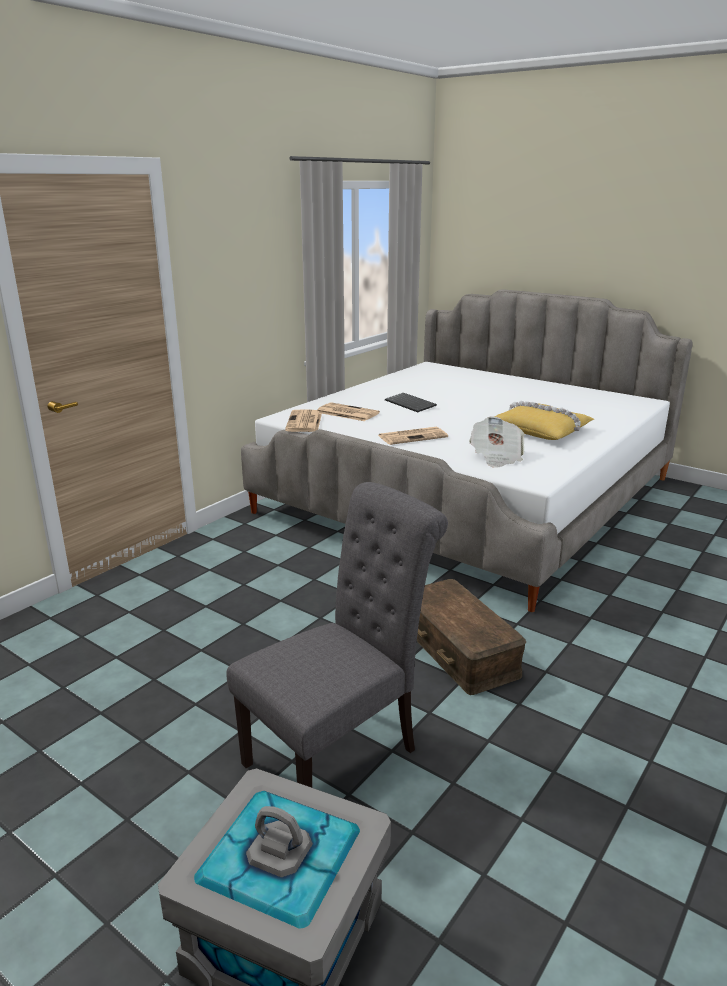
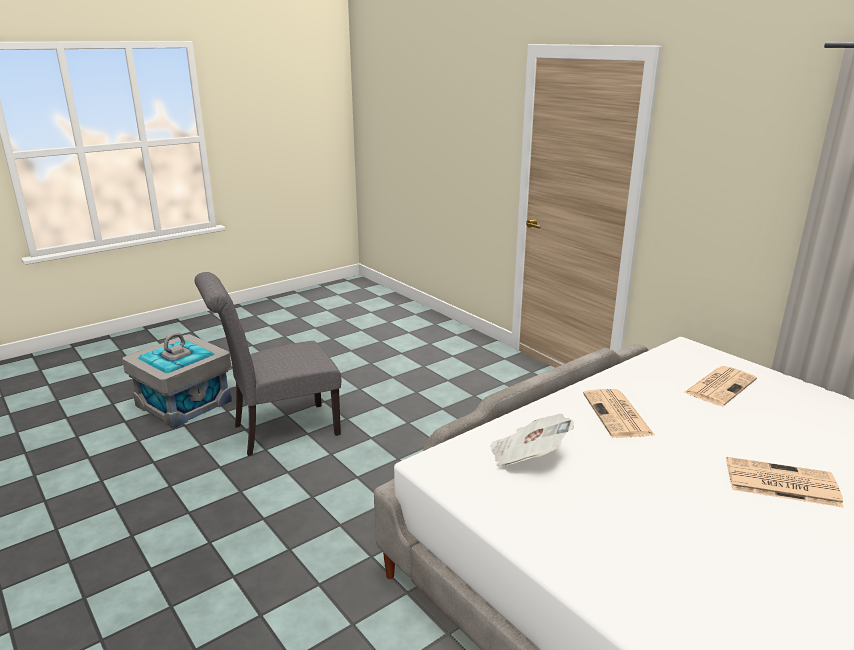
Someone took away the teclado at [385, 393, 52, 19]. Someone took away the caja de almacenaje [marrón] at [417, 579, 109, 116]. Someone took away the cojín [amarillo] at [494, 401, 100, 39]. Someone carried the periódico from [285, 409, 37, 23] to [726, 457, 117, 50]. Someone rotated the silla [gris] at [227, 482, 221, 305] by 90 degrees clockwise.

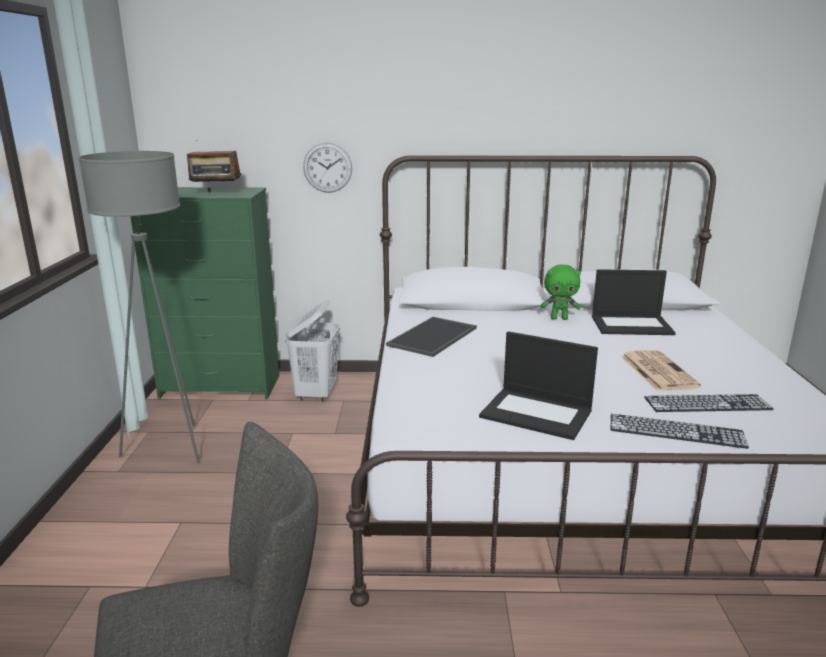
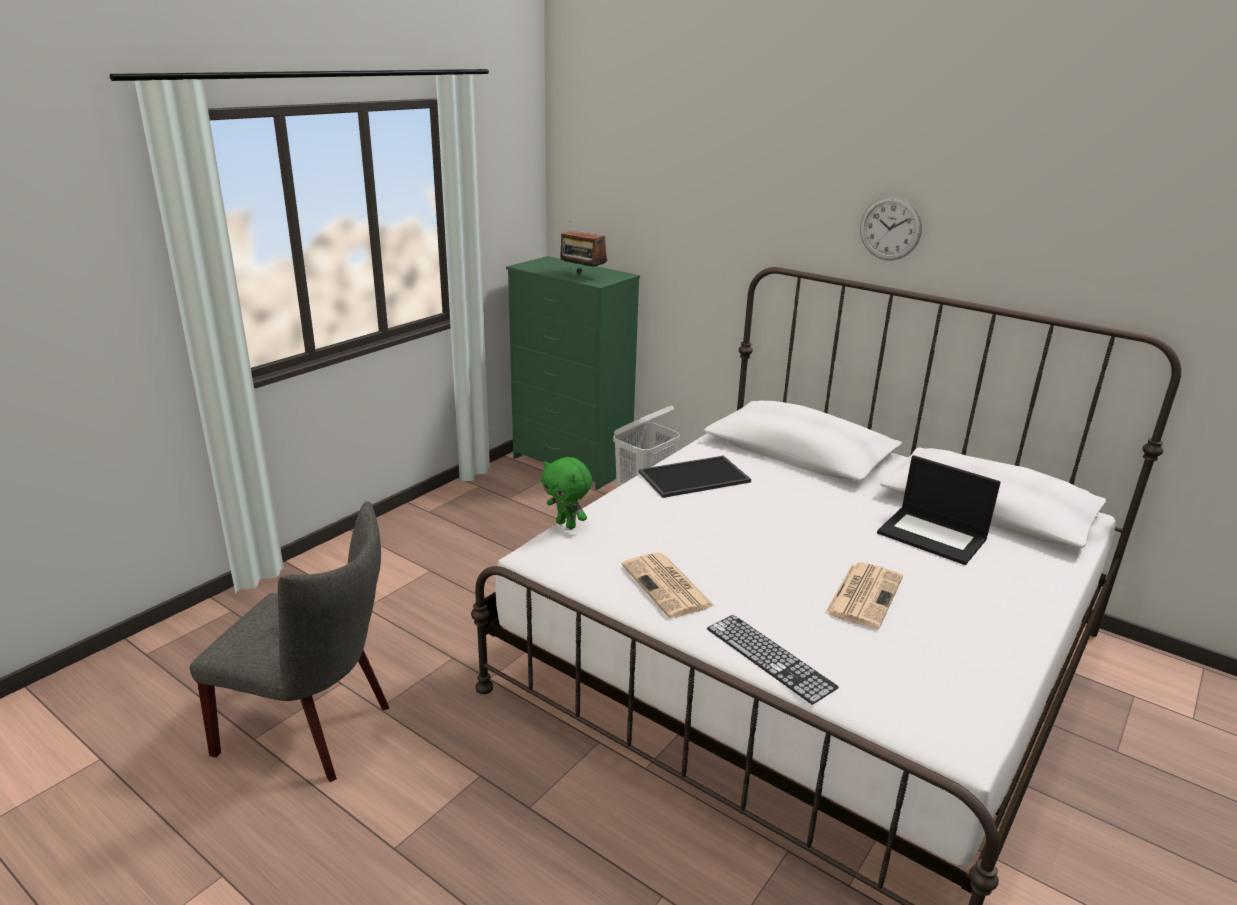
Someone took away the lámpara de pie [gris] at [78, 151, 122, 312]. Someone took away the teclado at [644, 394, 130, 18]. Someone carried the reloj de pared from [303, 143, 49, 50] to [860, 196, 62, 64]. Someone carried the peluche [verde] from [541, 264, 40, 56] to [541, 457, 51, 72]. Someone swapped the portátil at [479, 331, 119, 109] for the periódico at [621, 553, 94, 65].

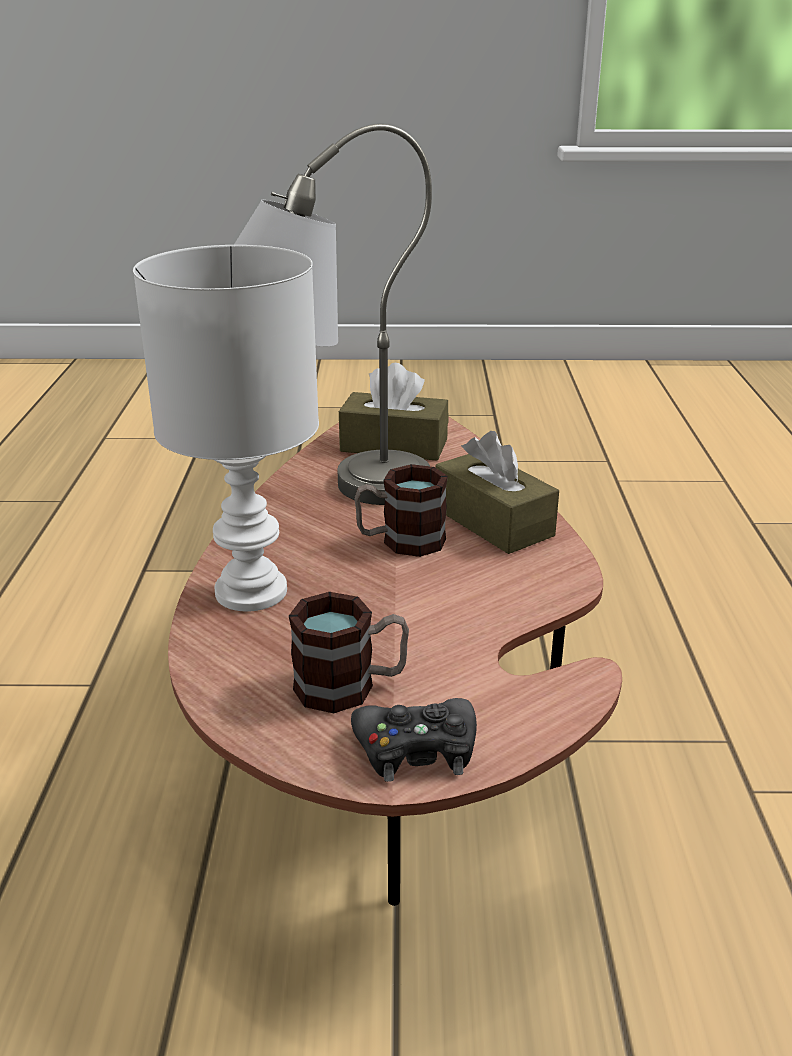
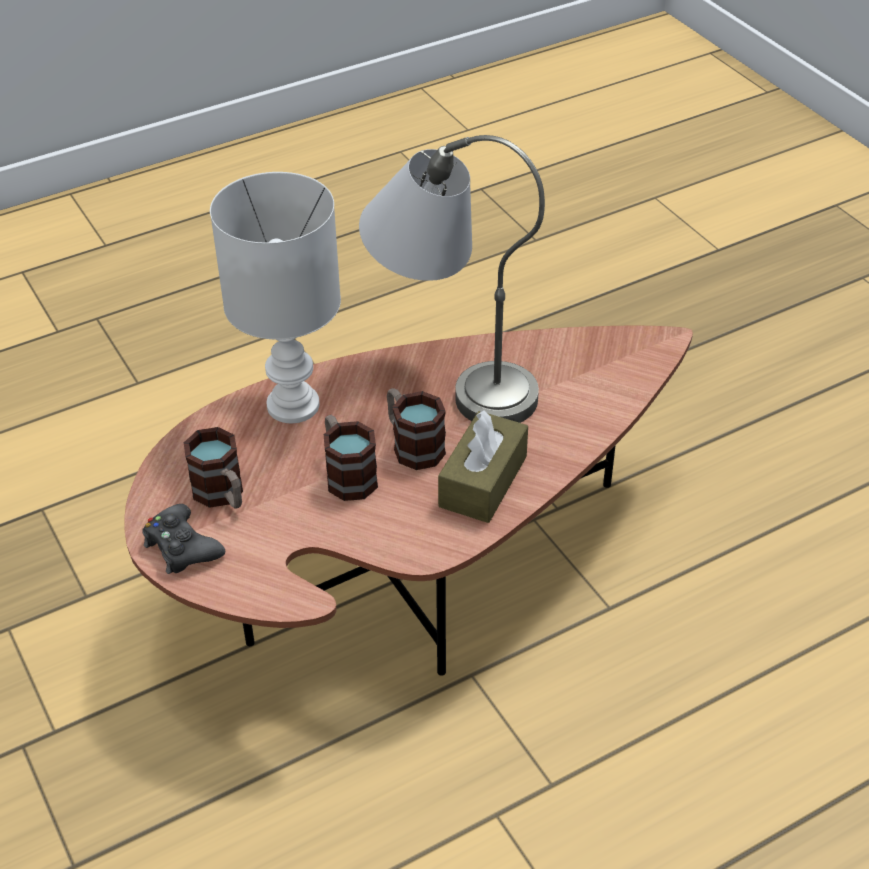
Someone took away the caja de pañuelos [marrón] at [339, 363, 109, 98]. Someone put down the taza grande at [324, 415, 54, 86].

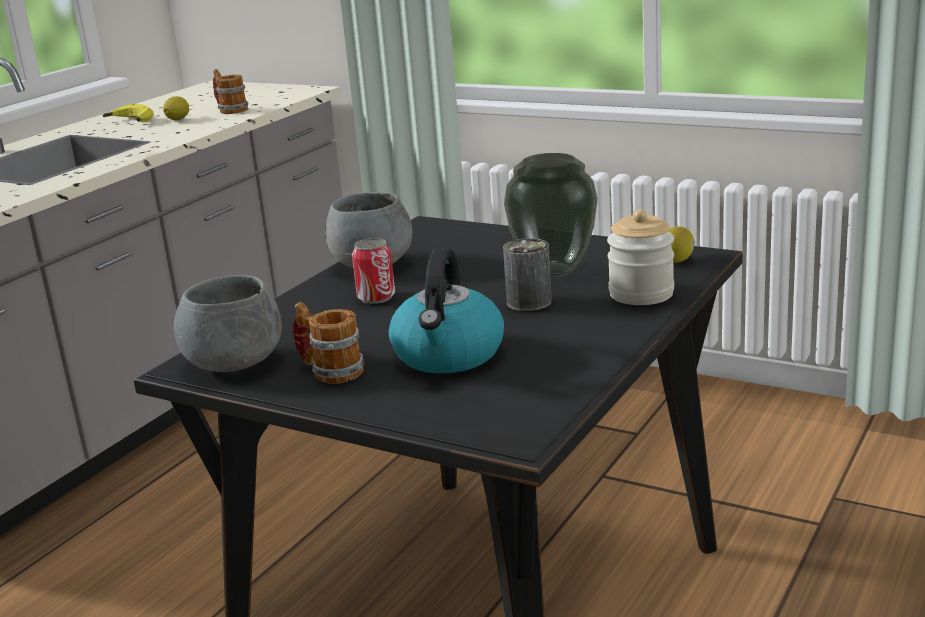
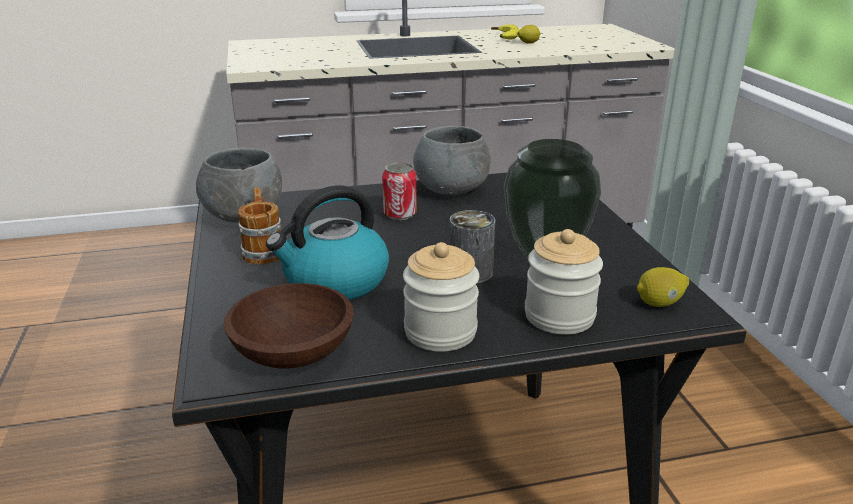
Someone took away the taza grande at [213, 69, 36, 45]. Someone put down the cuenco [marrón] at [224, 283, 130, 86]. Someone put down the tarro at [403, 242, 76, 110].

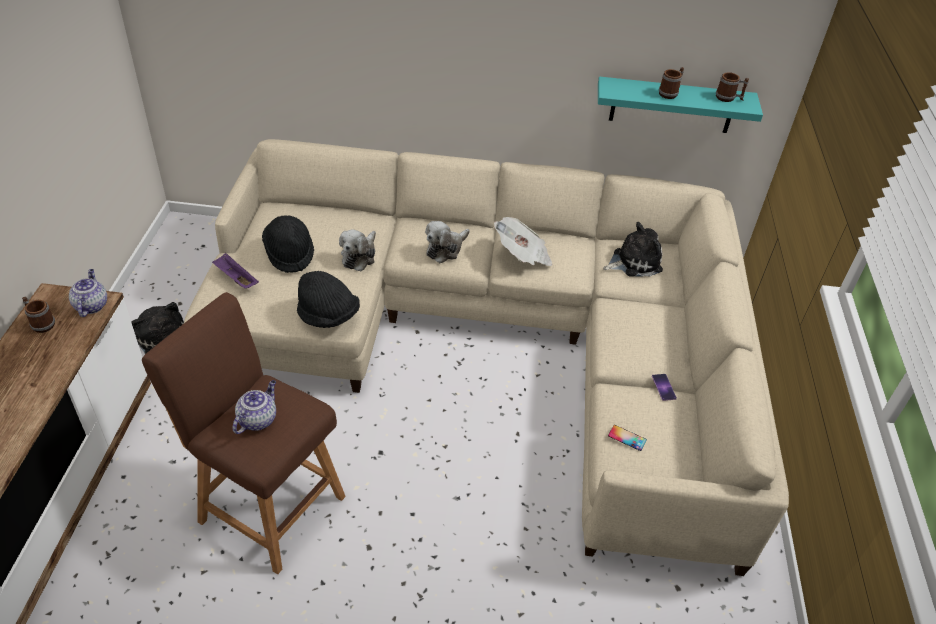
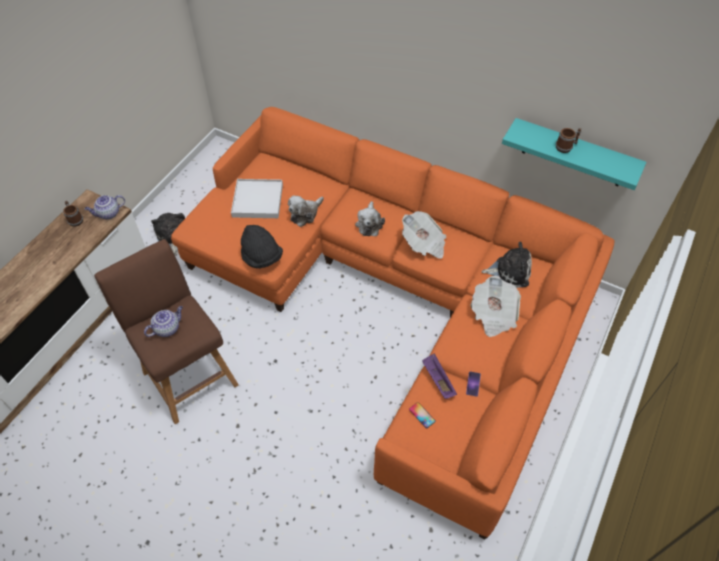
Someone took away the taza grande at [716, 72, 33, 30]. Someone put down the periódico at [471, 276, 50, 61]. Someone carried the bandeja [morado] from [212, 253, 47, 36] to [422, 353, 35, 46]. Someone swapped the sombrero [negro] at [262, 215, 52, 58] for the bandeja [blanco] at [231, 179, 52, 39]. Someone repainted the sofá [beis] at [184, 139, 605, 437], which became the sofá [naranja] at [171, 107, 444, 433]. Someone rotated the tetera at [69, 269, 38, 48] by 135 degrees counterclockwise. Someone rotated the peluche at [425, 221, 45, 42] by 60 degrees counterclockwise.

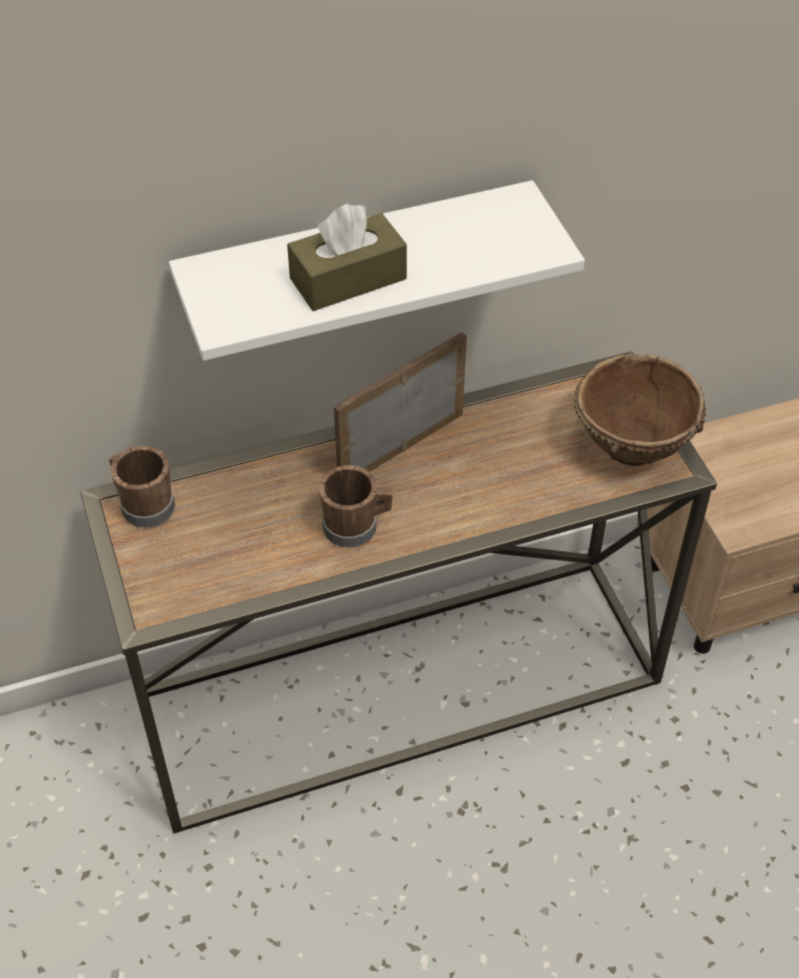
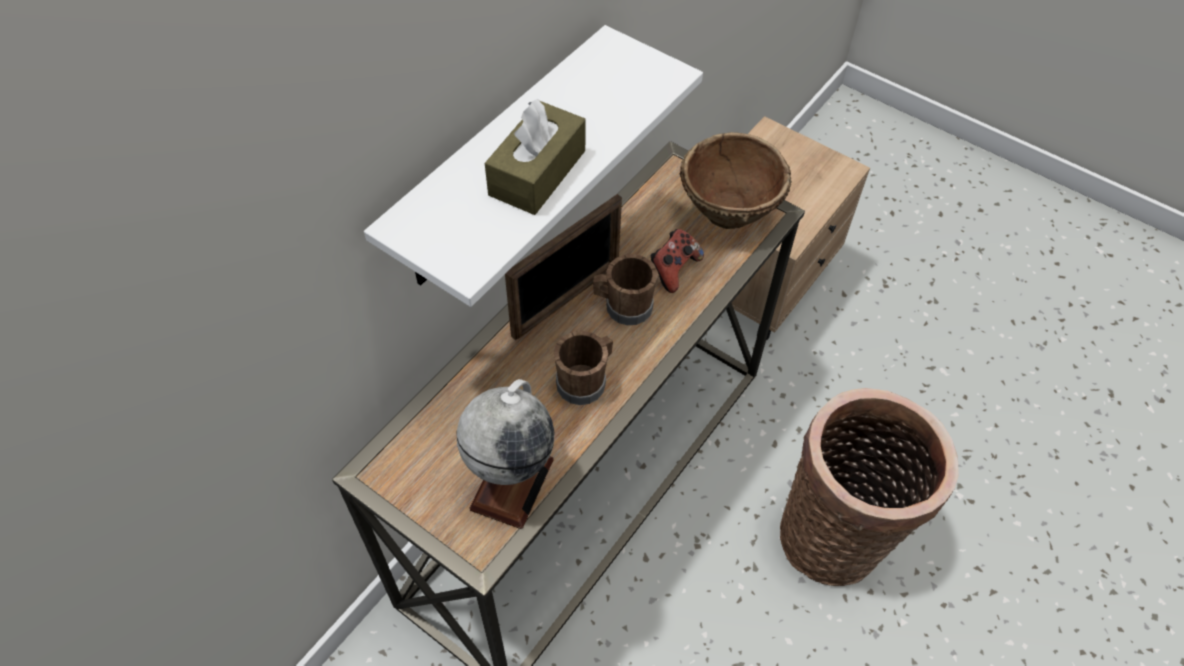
Someone put down the globo terráqueo at [456, 379, 98, 150]. Someone put down the mando de consola at [650, 229, 54, 64]. Someone put down the cesta at [780, 388, 178, 198]. Someone carried the taza grande [marrón] from [109, 445, 66, 83] to [593, 254, 65, 71]. Someone rotated the portarretratos at [334, 333, 133, 139] by 150 degrees counterclockwise.

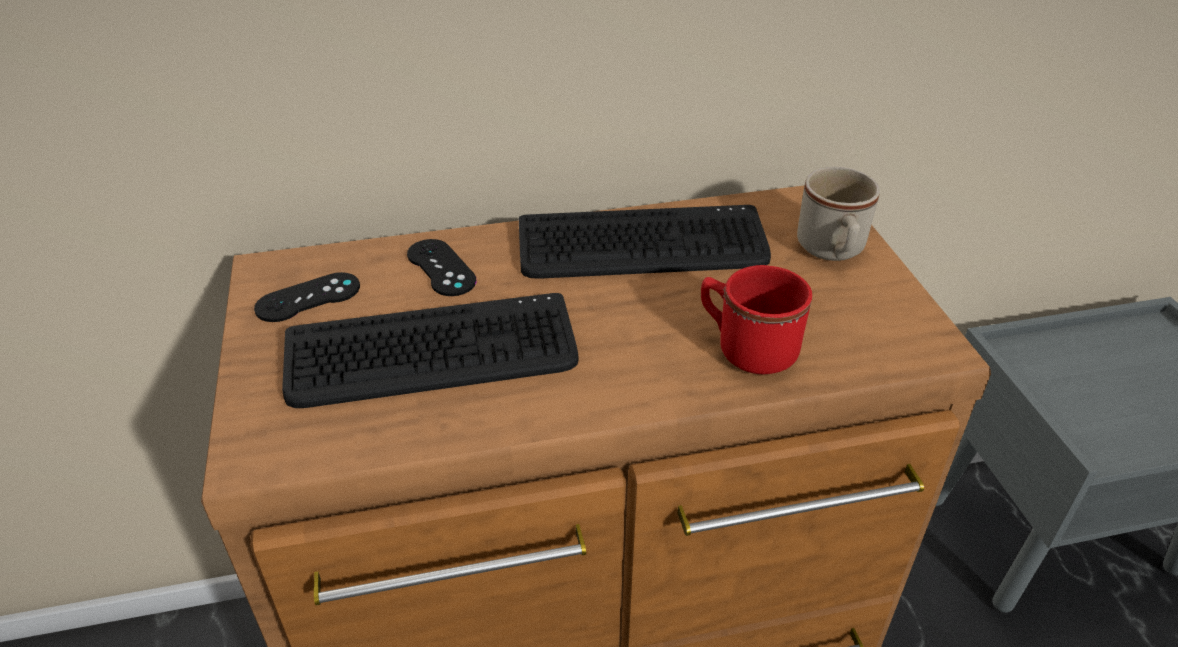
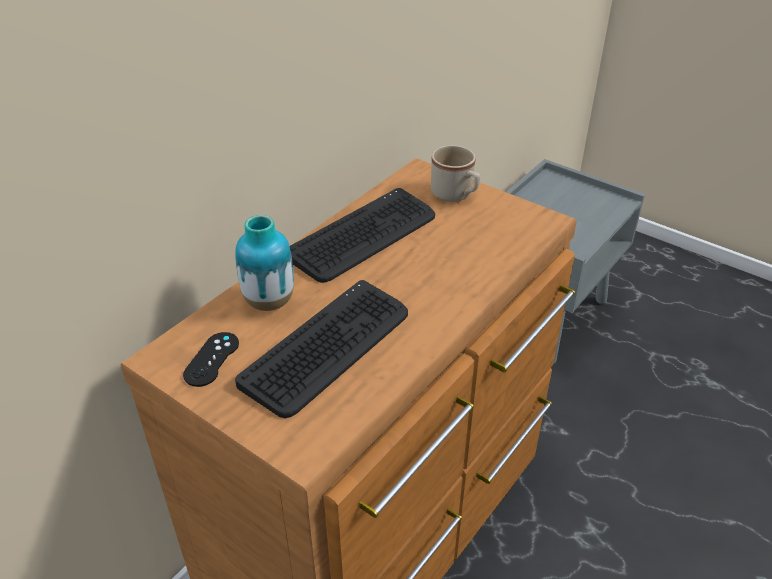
Someone took away the taza grande [rojo] at [701, 265, 111, 109]. Someone swapped the mando de consola [negro] at [407, 239, 69, 57] for the florero at [235, 215, 59, 96].

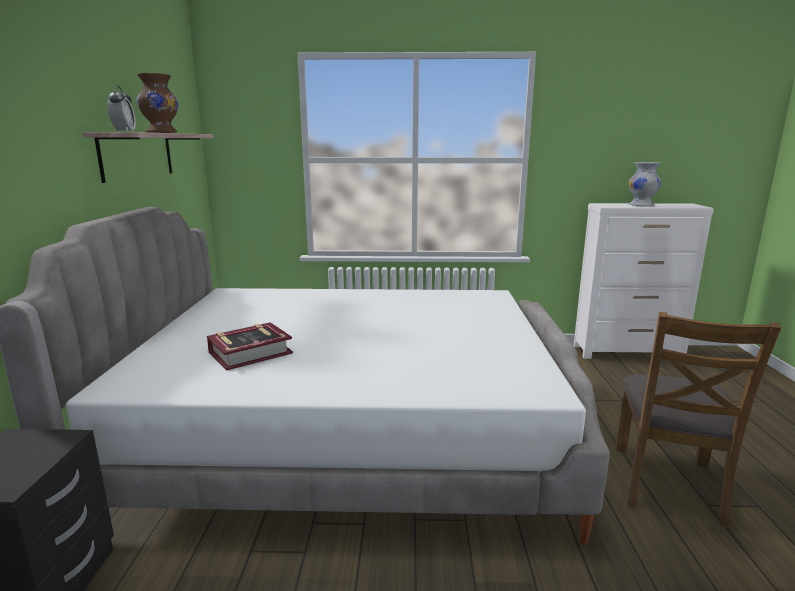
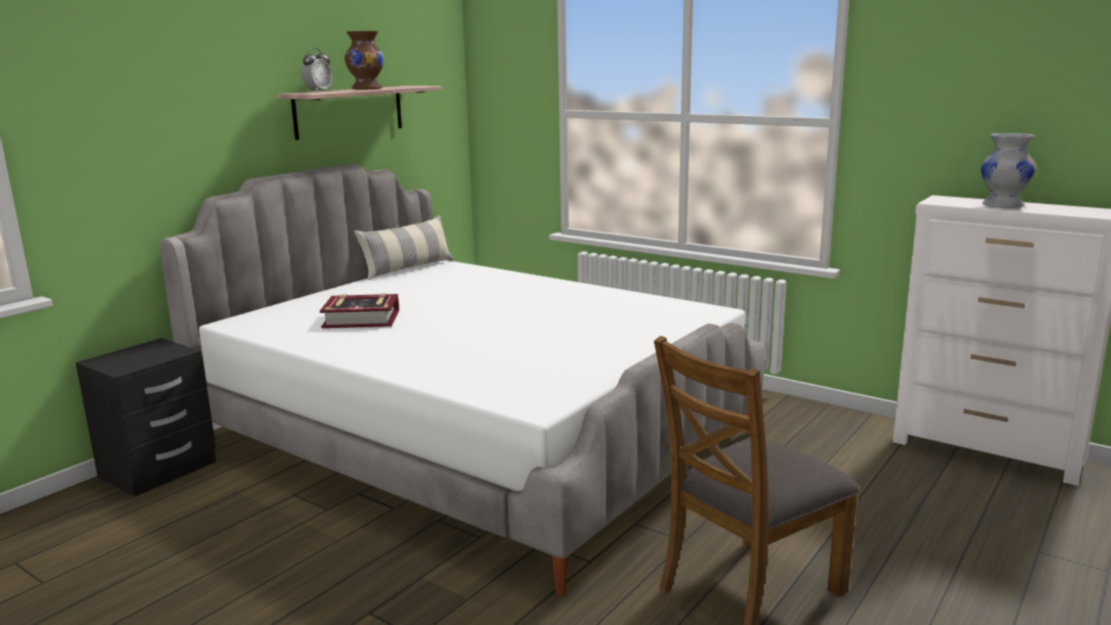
Someone put down the cojín at [354, 215, 99, 65].

